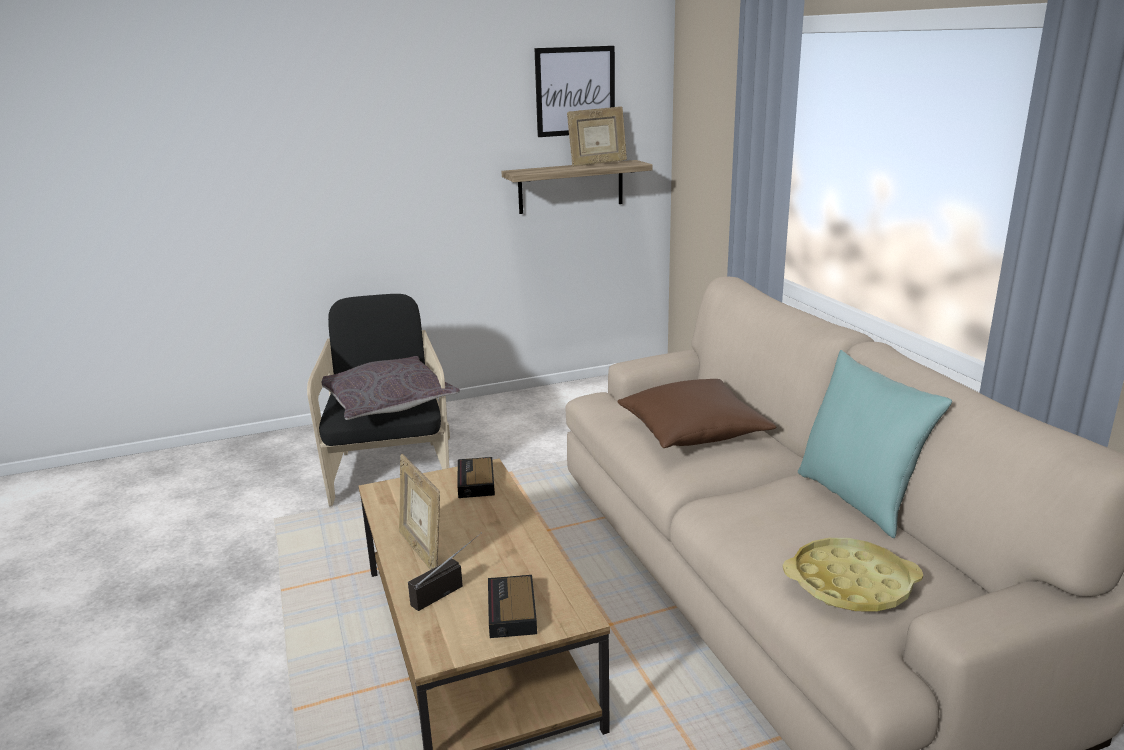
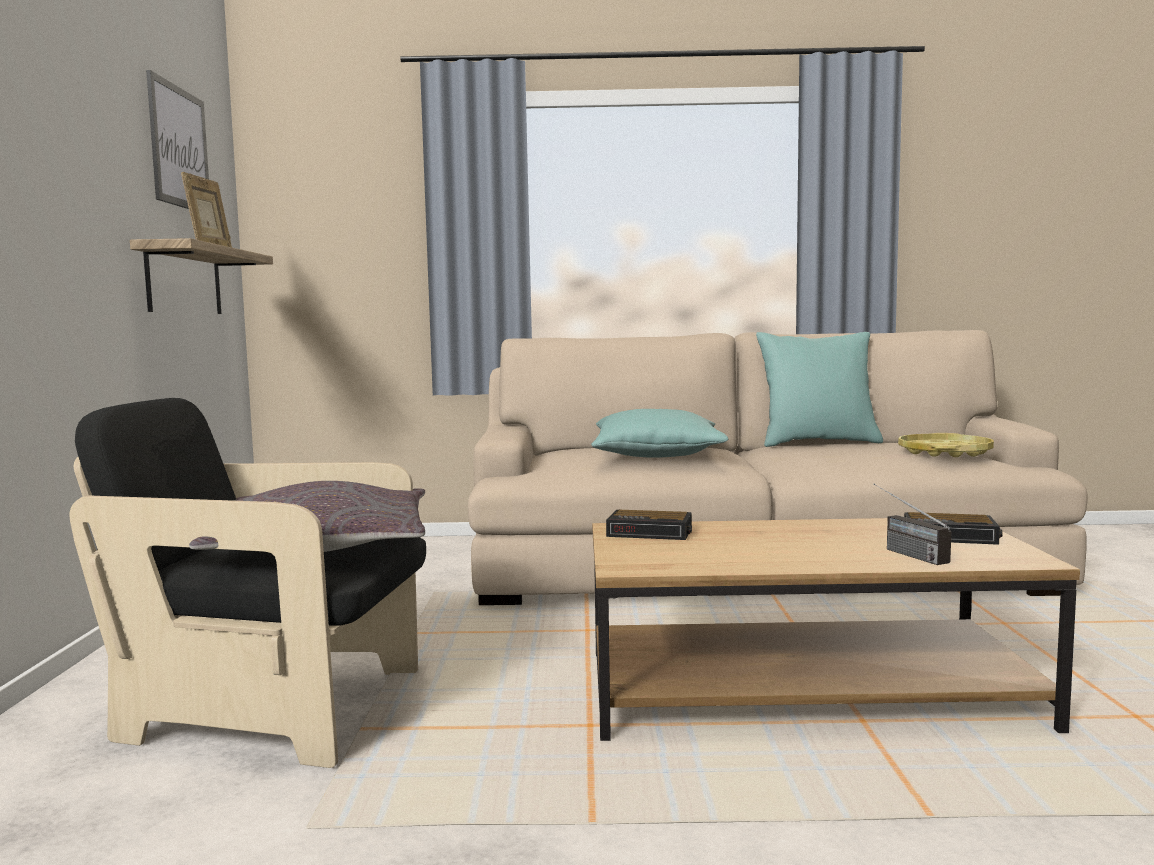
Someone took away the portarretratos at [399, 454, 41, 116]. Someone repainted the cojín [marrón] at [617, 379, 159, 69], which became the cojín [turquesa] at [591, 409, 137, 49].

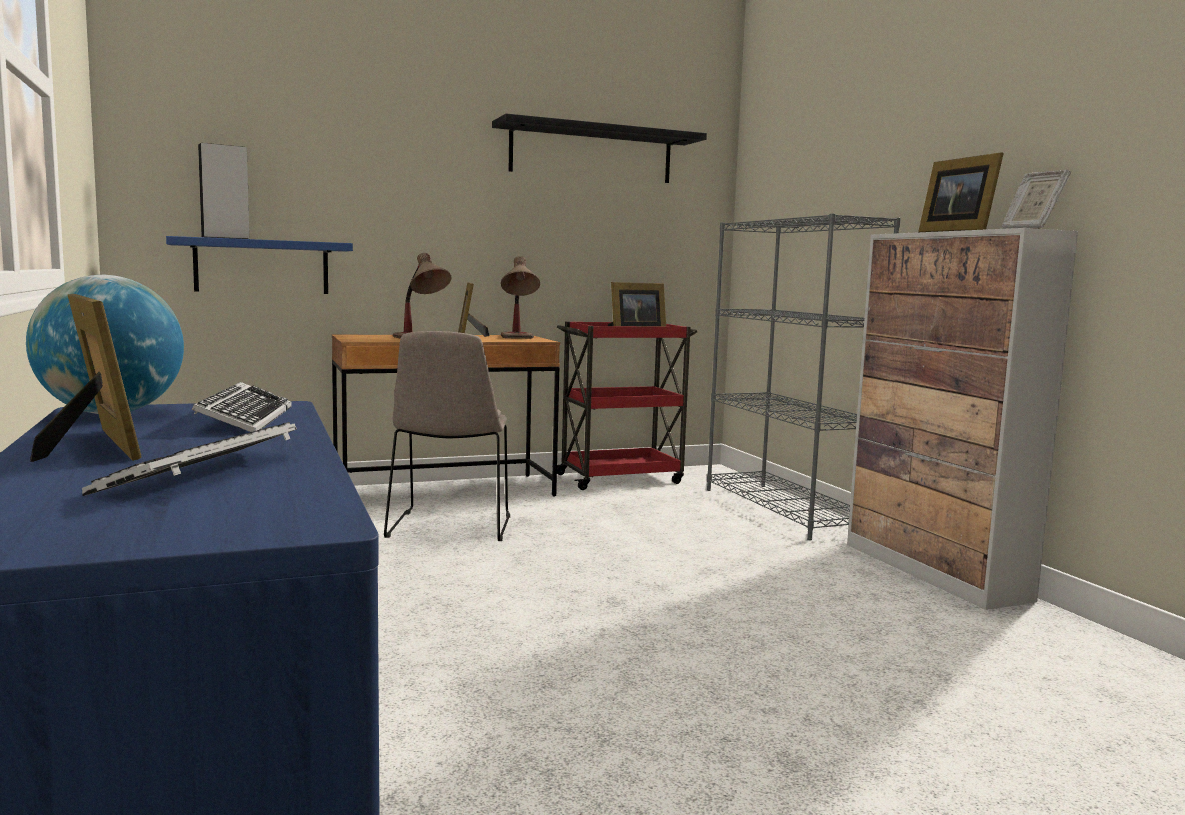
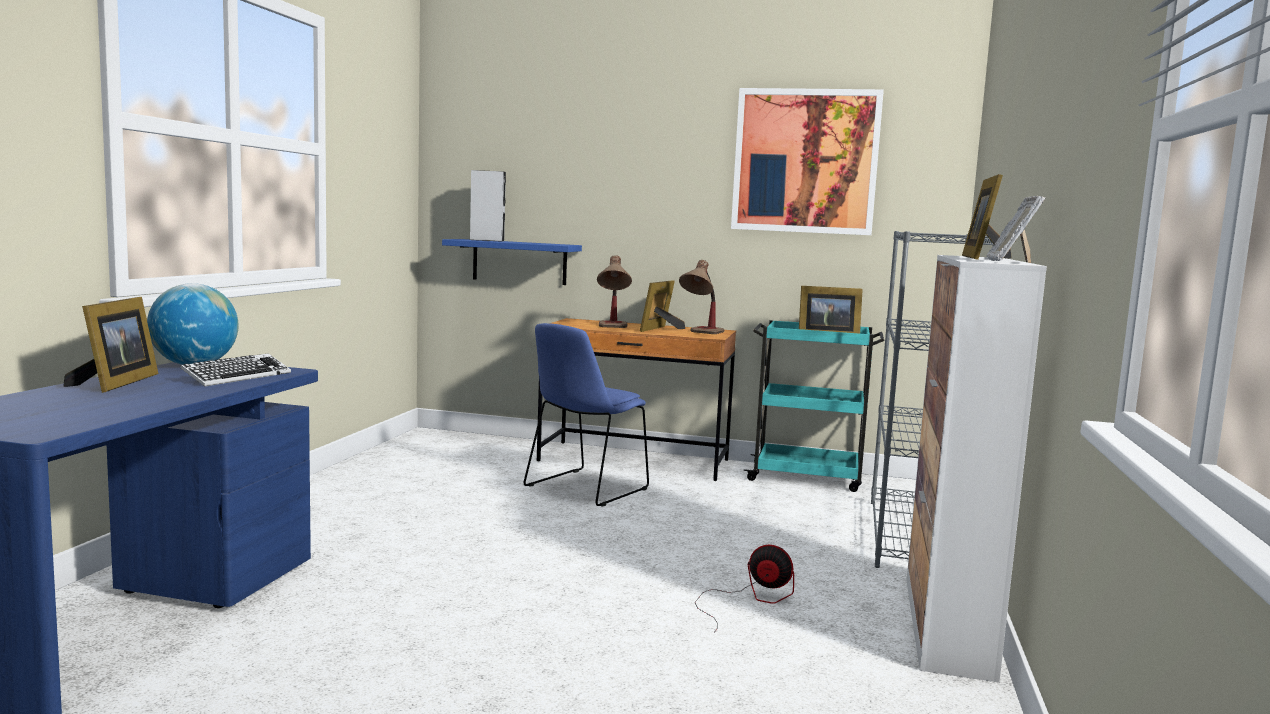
Someone took away the teclado at [82, 422, 215, 74]. Someone put down the ventilador at [695, 545, 99, 88]. Someone swapped the estante [negro] at [492, 114, 215, 69] for the cuadro at [731, 88, 153, 147]. Someone repainted the silla [beis] at [384, 331, 126, 210], which became the silla [azul] at [524, 323, 125, 184]. Someone repainted the carrito [rojo] at [557, 322, 140, 168], which became the carrito [turquesa] at [744, 320, 141, 172].

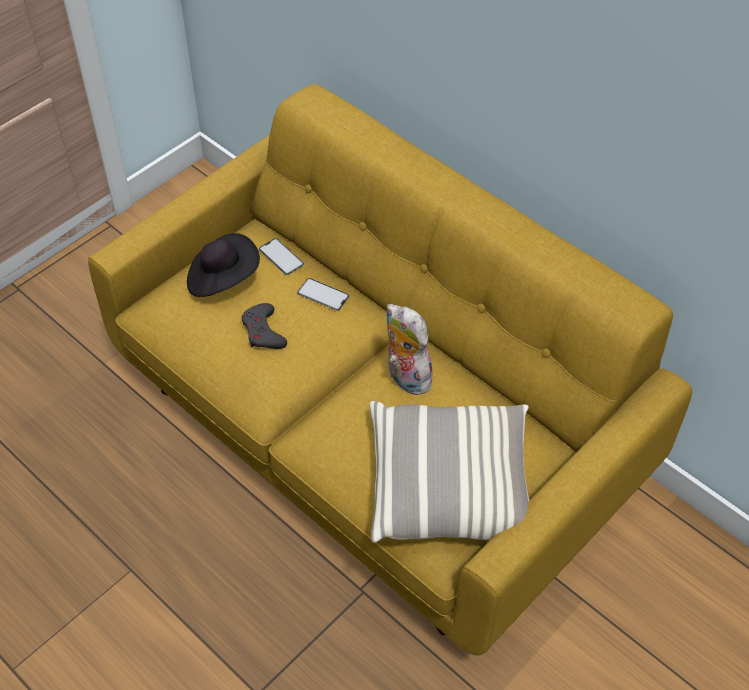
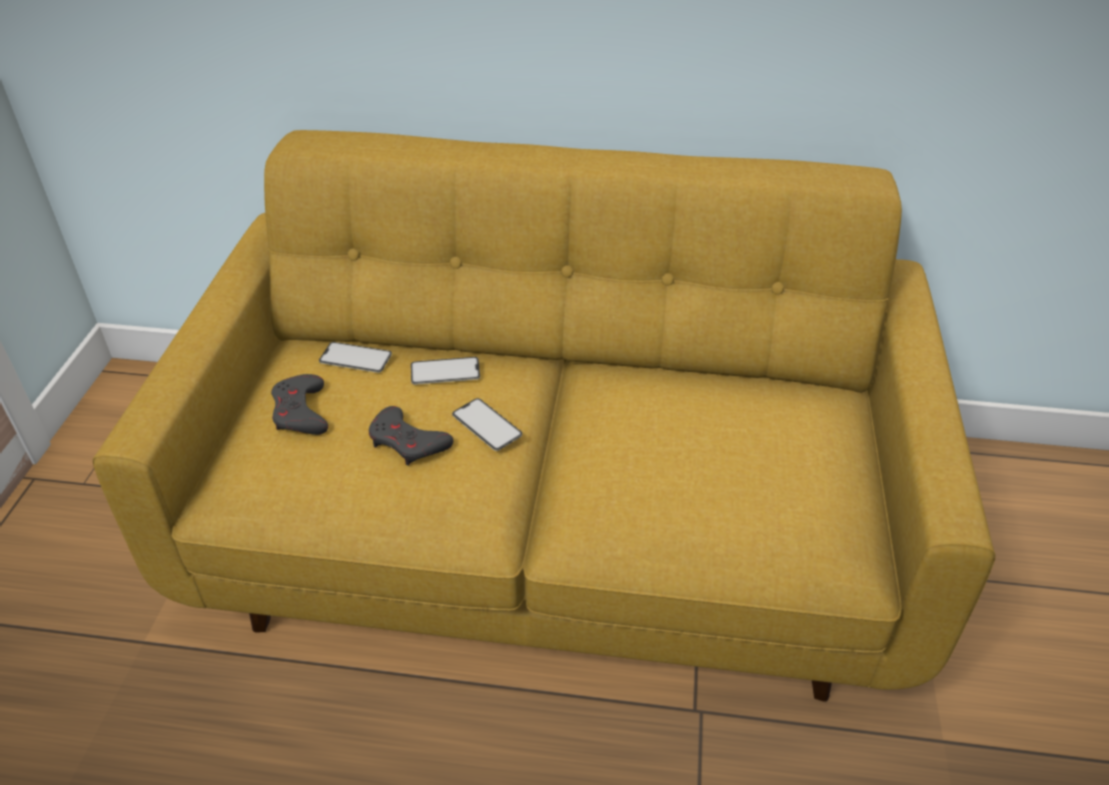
Someone took away the cojín at [370, 401, 159, 142]. Someone took away the peluche at [386, 304, 47, 91]. Someone put down the móvil at [452, 398, 70, 53]. Someone swapped the sombrero [negro] at [187, 233, 73, 64] for the mando de consola [gris] at [271, 374, 57, 61].

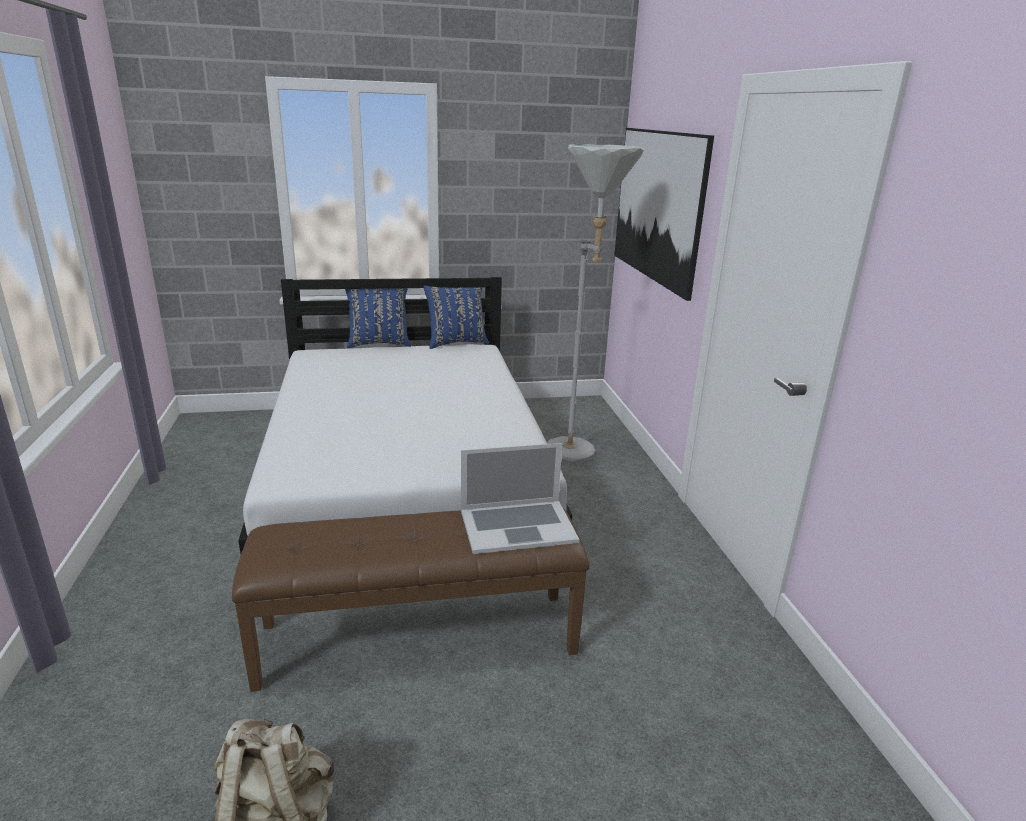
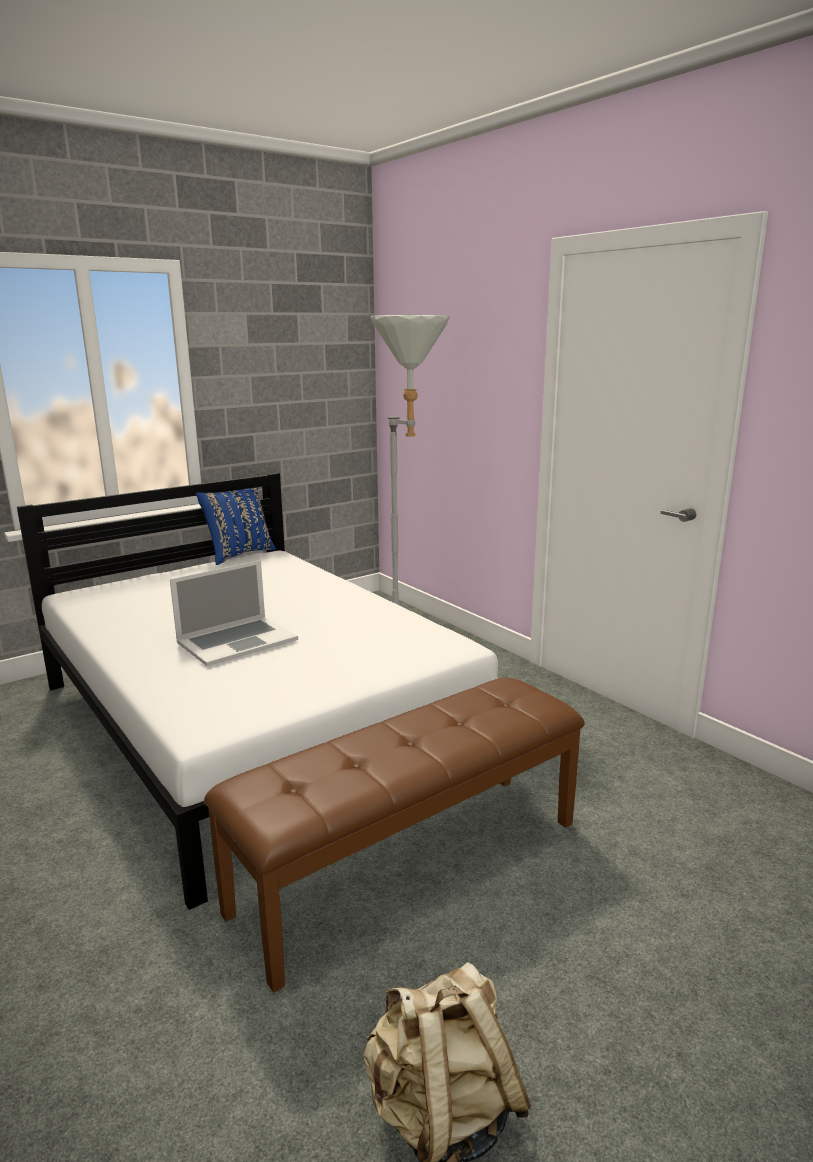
Someone took away the cojín [azul] at [345, 288, 66, 60]. Someone took away the cuadro at [614, 128, 100, 173]. Someone carried the portátil from [461, 443, 118, 111] to [170, 560, 128, 106].

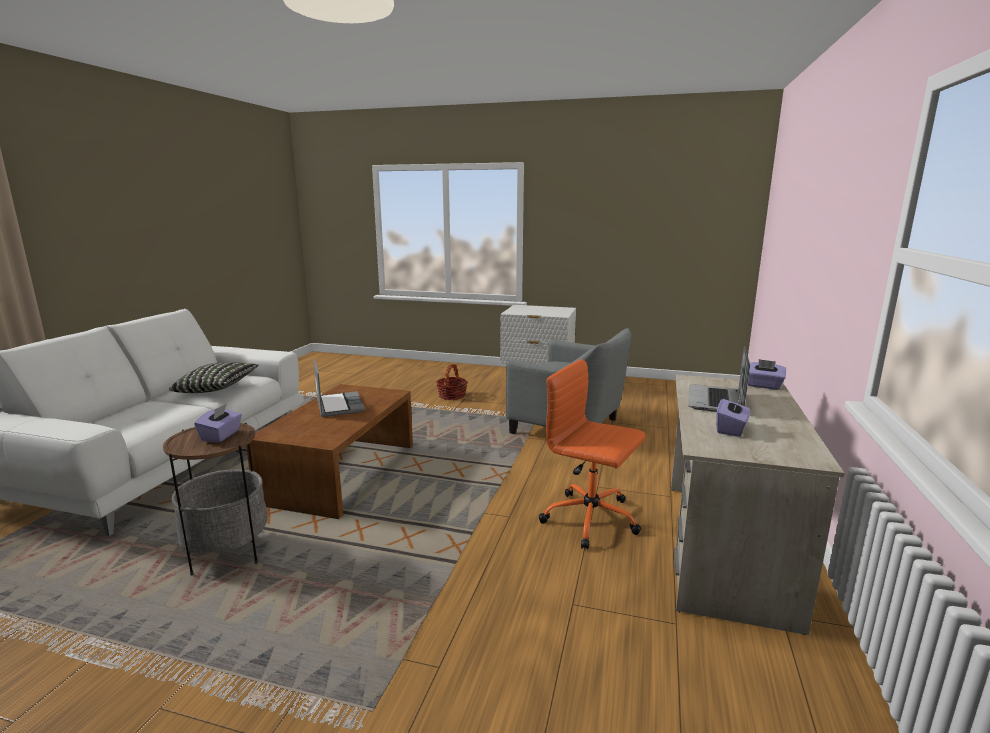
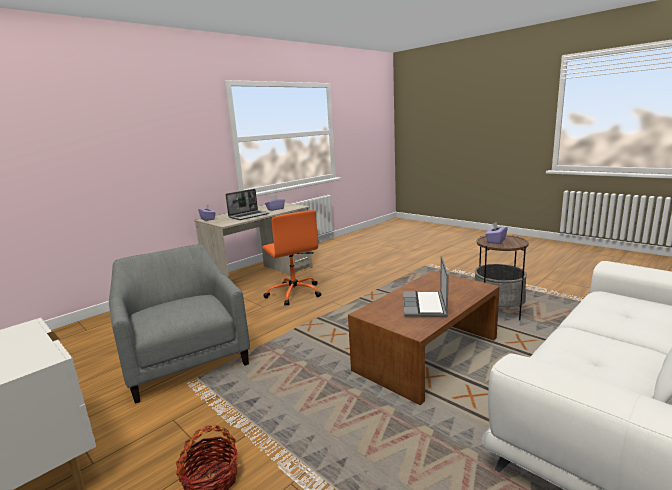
Someone took away the cojín at [169, 362, 90, 31].

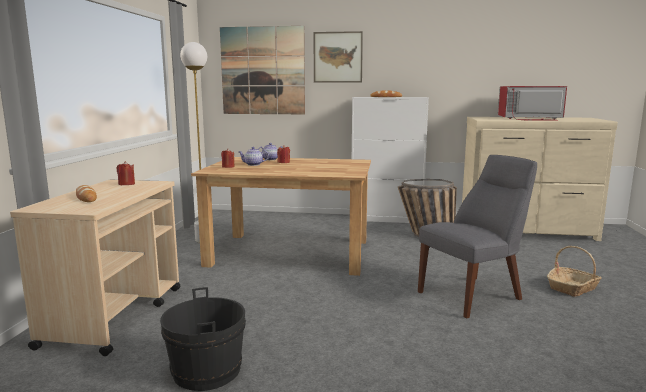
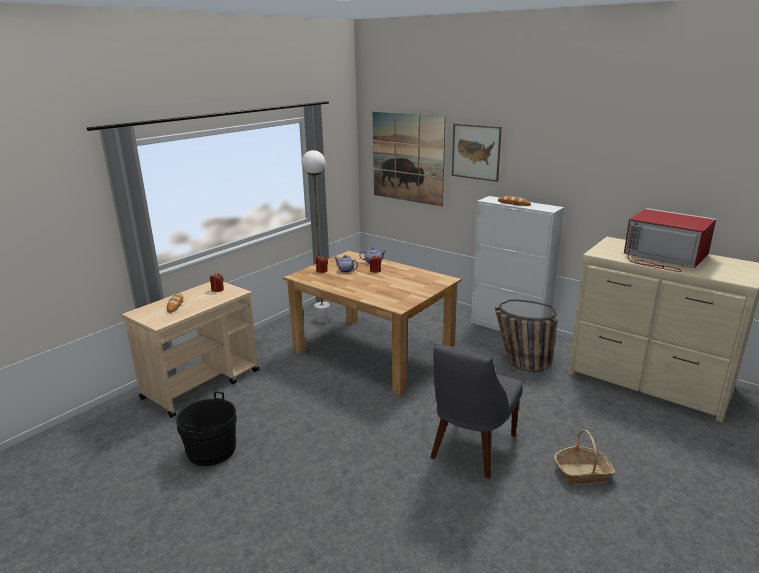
Someone rotated the silla [gris] at [418, 155, 119, 163] by 120 degrees clockwise.

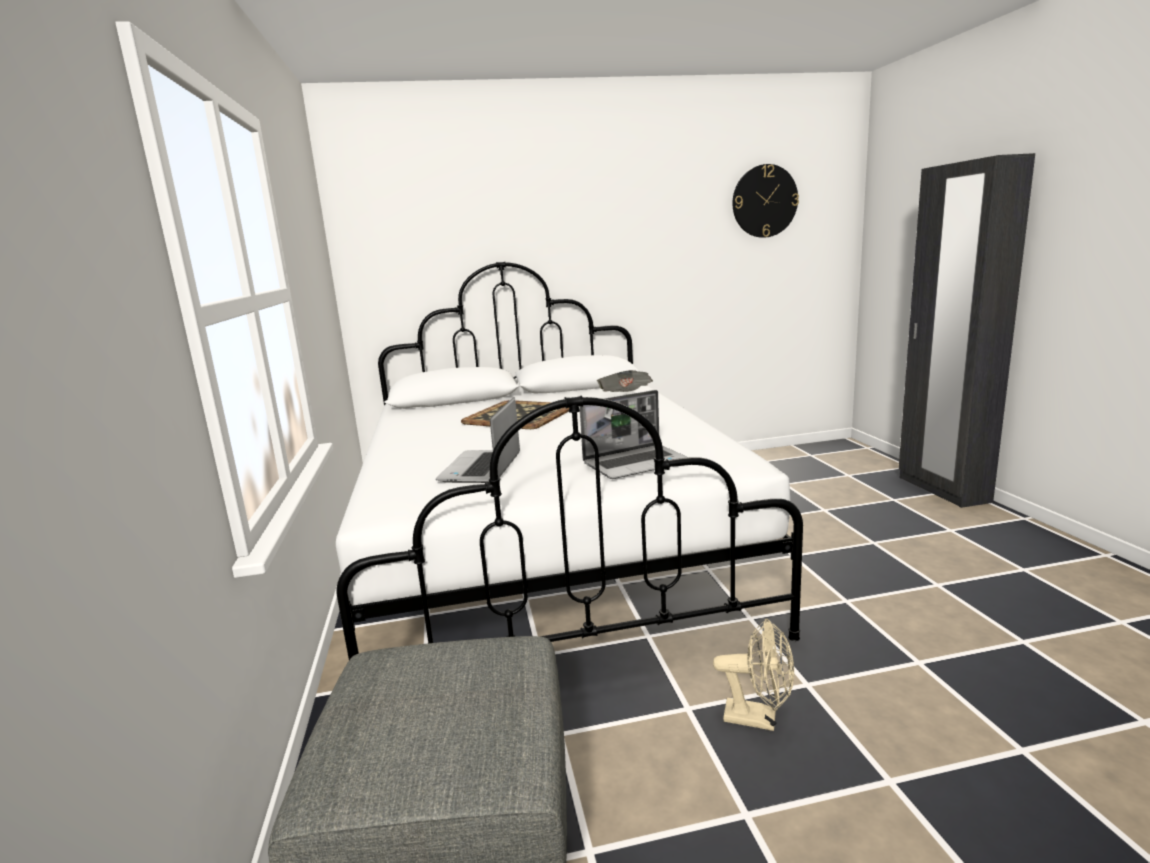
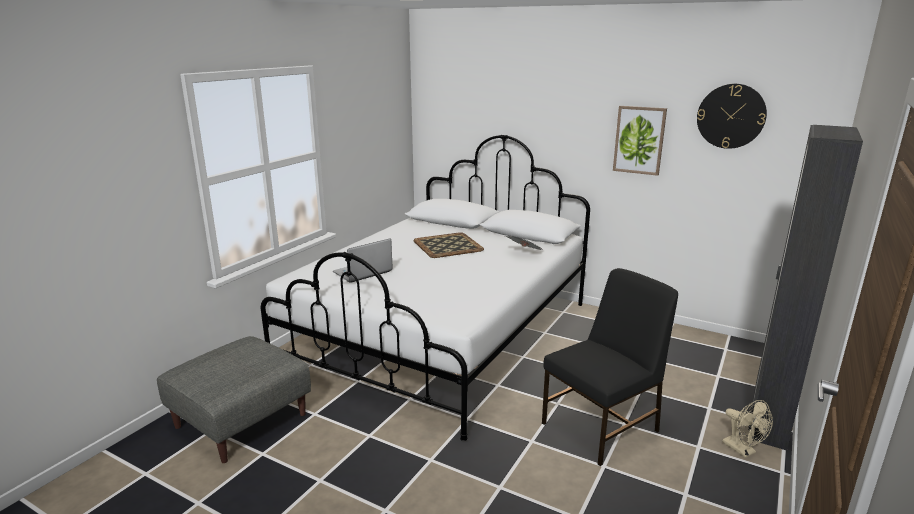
Someone took away the portátil at [579, 390, 109, 89]. Someone put down the silla [negro] at [542, 268, 136, 198]. Someone put up the cuadro at [613, 106, 54, 70]. Someone carried the ventilador [beis] from [713, 618, 81, 113] to [722, 400, 51, 58].

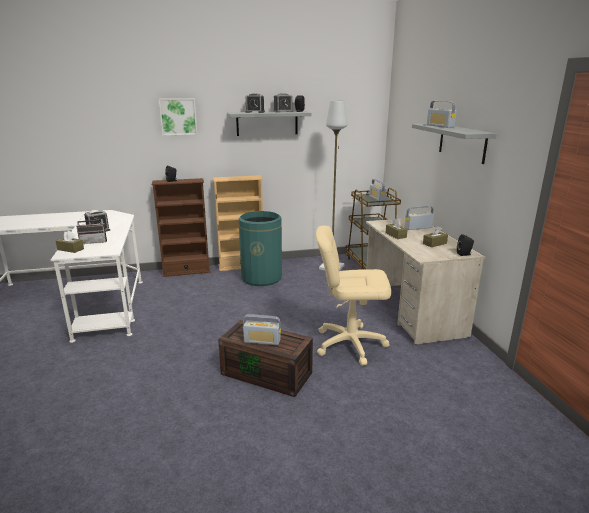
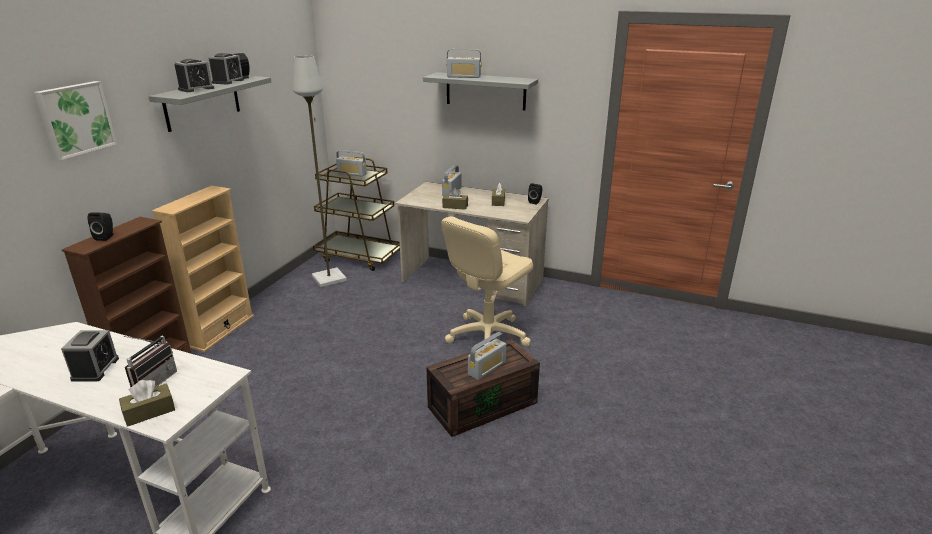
Someone took away the papelera [verde] at [239, 211, 43, 75].

